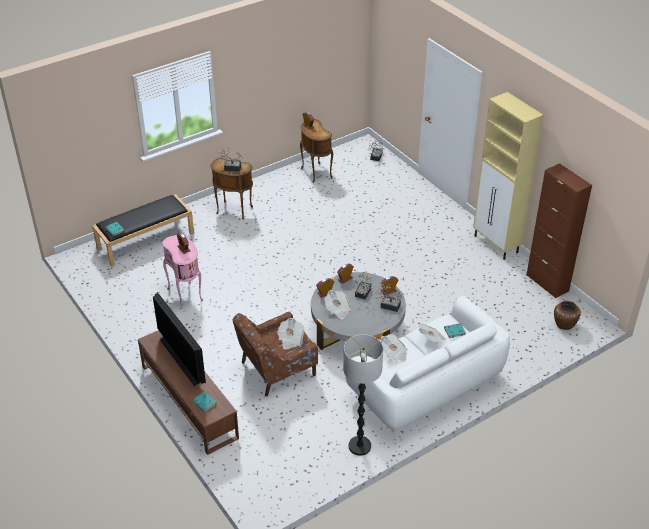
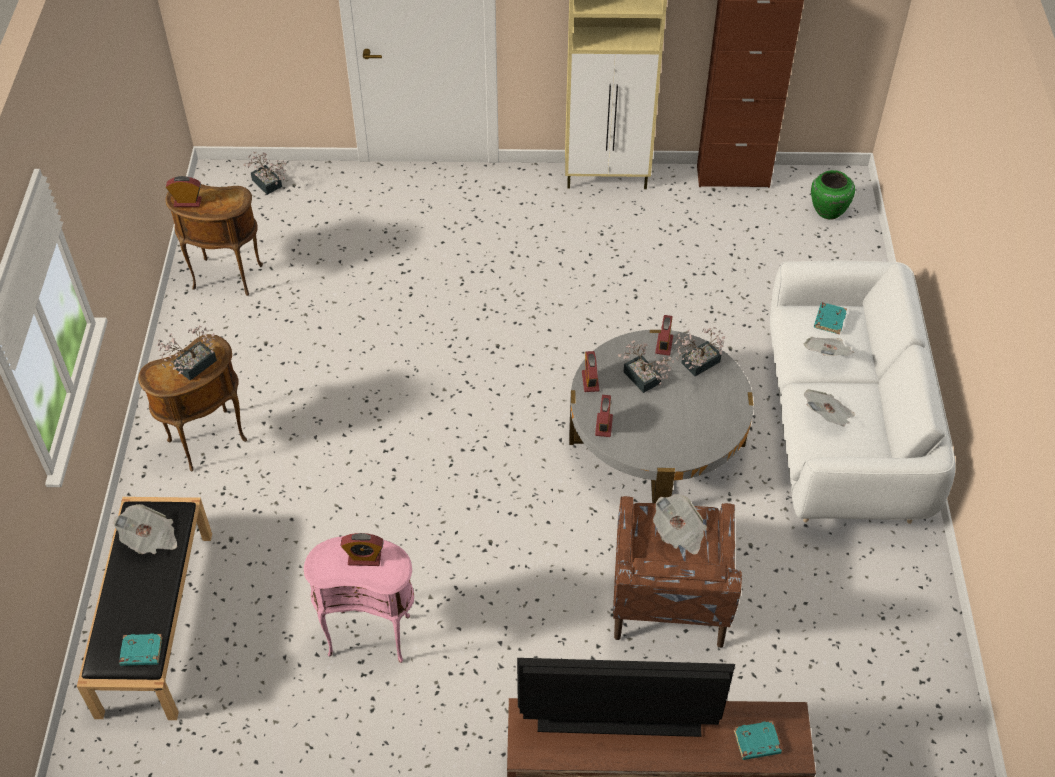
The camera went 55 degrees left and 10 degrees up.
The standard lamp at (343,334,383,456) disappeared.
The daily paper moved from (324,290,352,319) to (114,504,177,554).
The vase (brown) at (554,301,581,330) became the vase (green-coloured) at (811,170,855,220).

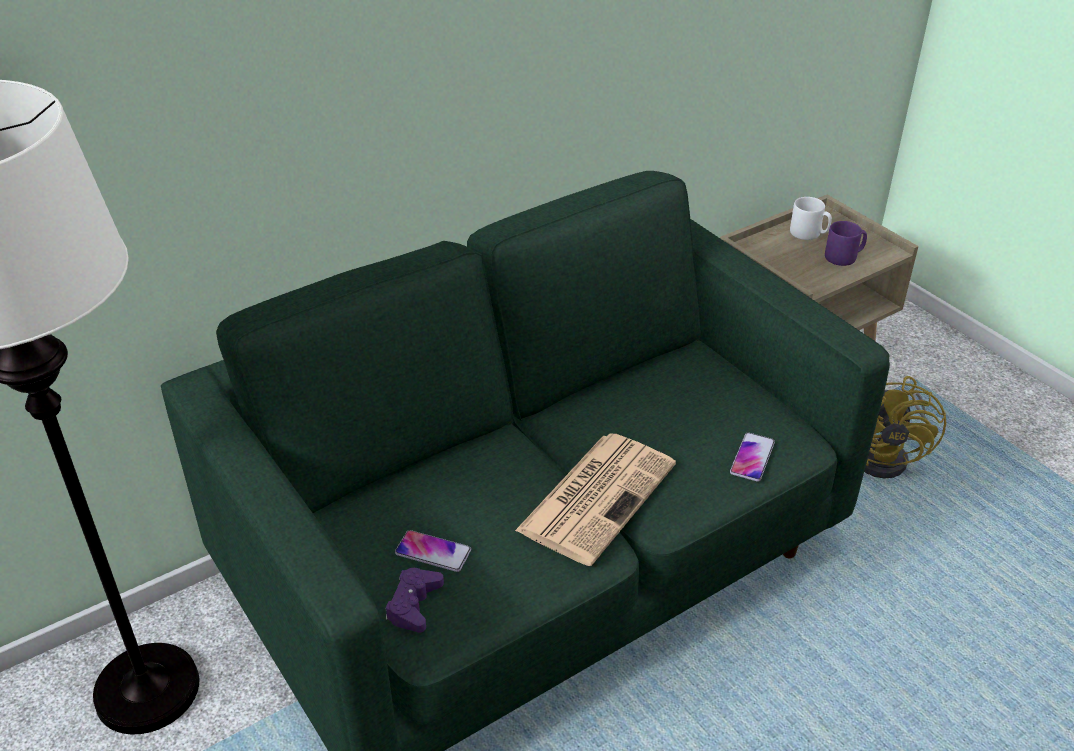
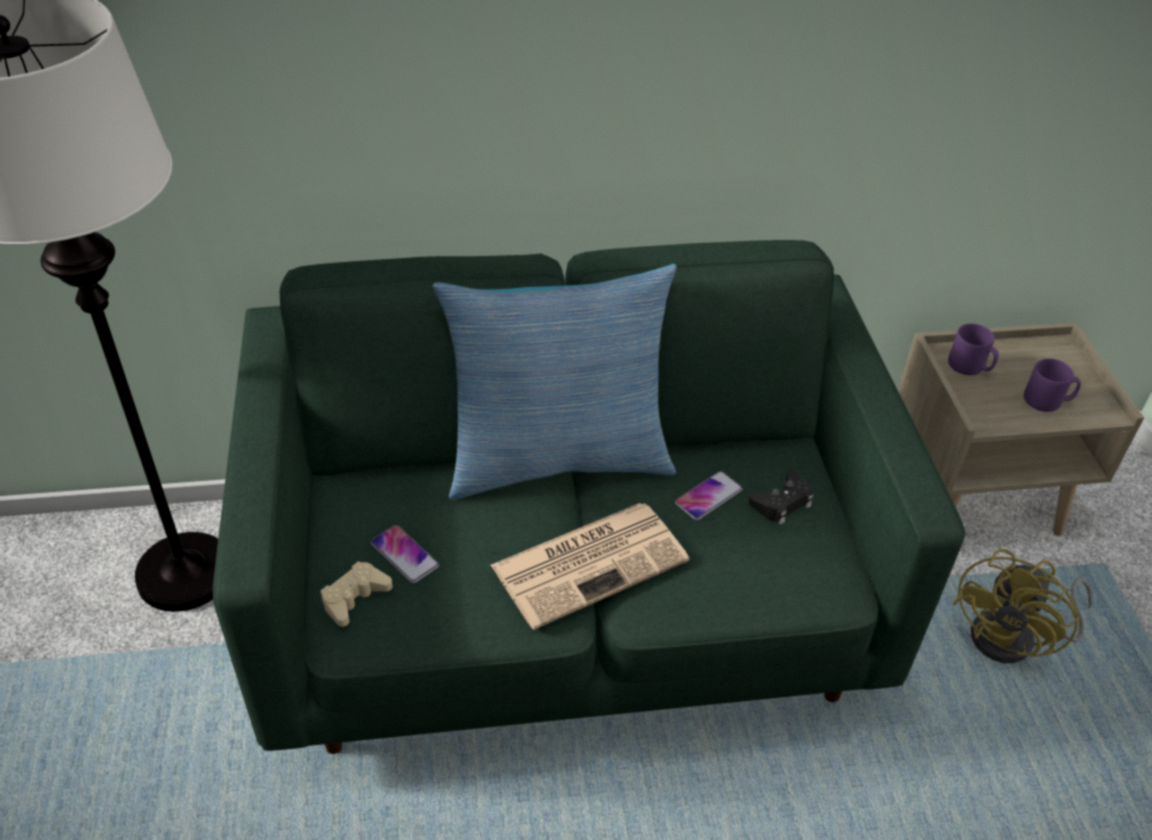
The camera went 25 degrees right and 5 degrees up.
The mug (white-coloured) at (790,197,832,240) disappeared.
The throw pillow at (433,264,677,500) appeared.
The gamepad (black-coloured) at (748,470,814,525) appeared.
The mug (purple) at (948,323,999,375) appeared.
The telephone moved from (730,432,775,482) to (675,471,742,520).
The gamepad (purple) at (385,568,444,633) became the gamepad (beige) at (321,561,392,627).

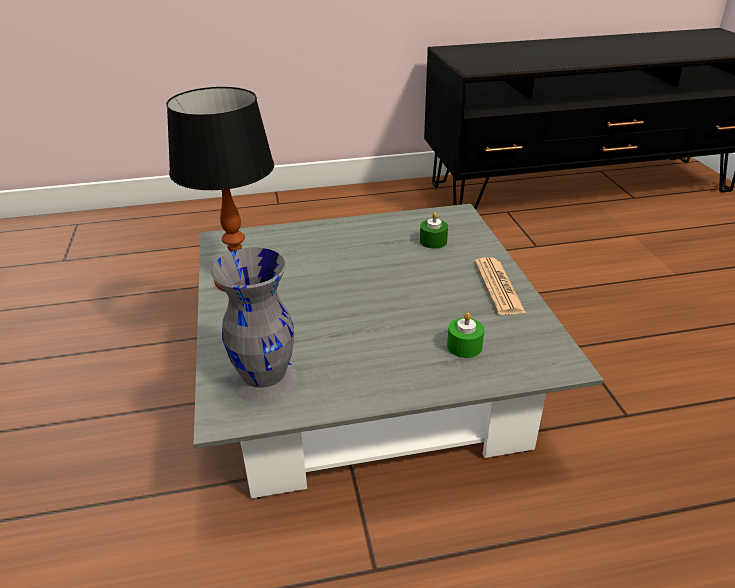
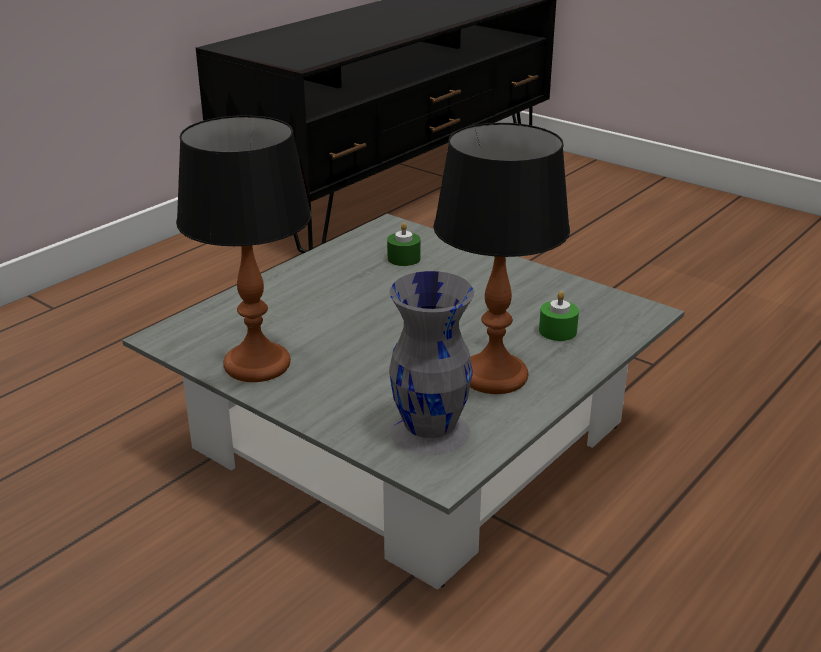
The camera went 40 degrees left and 5 degrees down.
The daily paper at (474,257,526,315) disappeared.
The lamp for a table at (433,123,570,394) appeared.

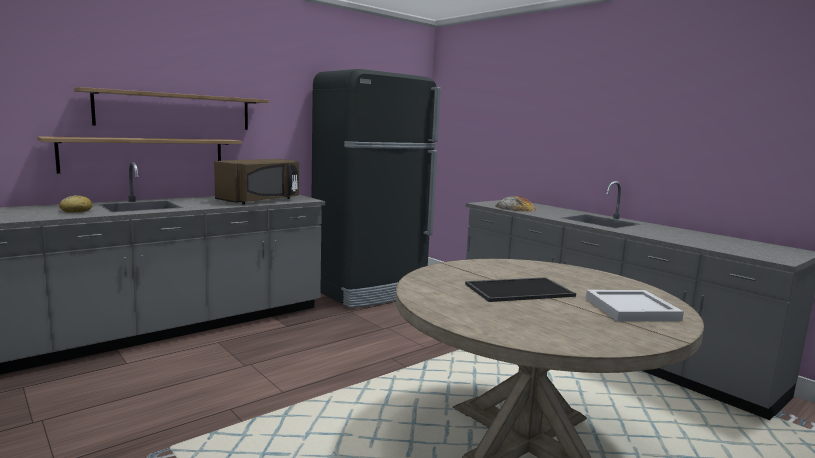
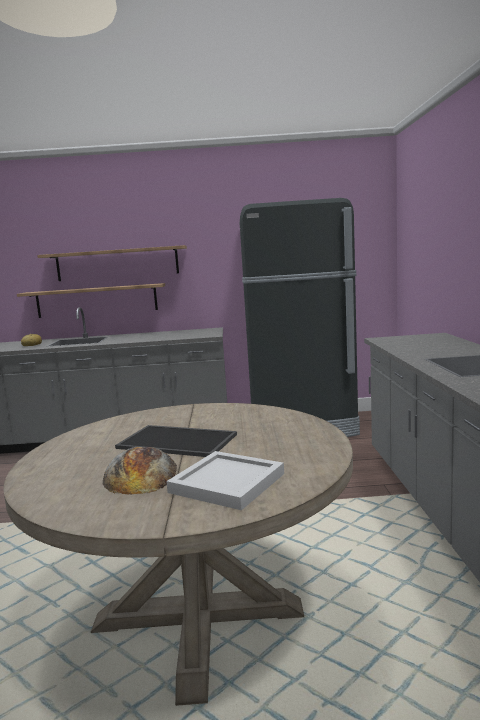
The camera went 40 degrees right and 0 degrees up.
The kitchen microwave (brown) at (214,159,299,204) disappeared.
The baked bread moved from (495,196,536,212) to (103,447,177,494).

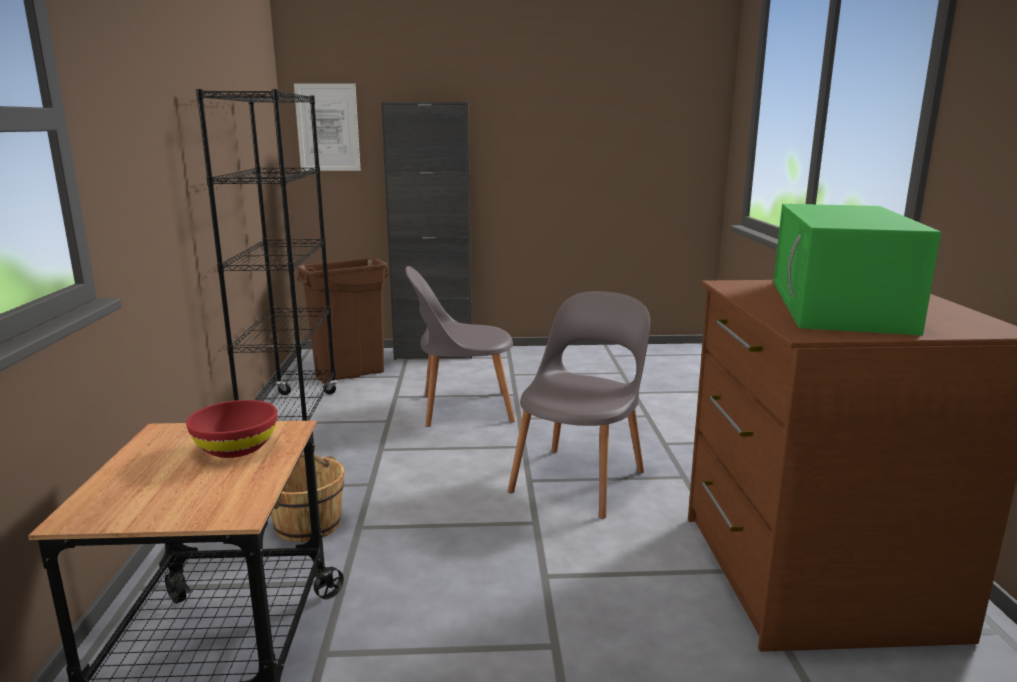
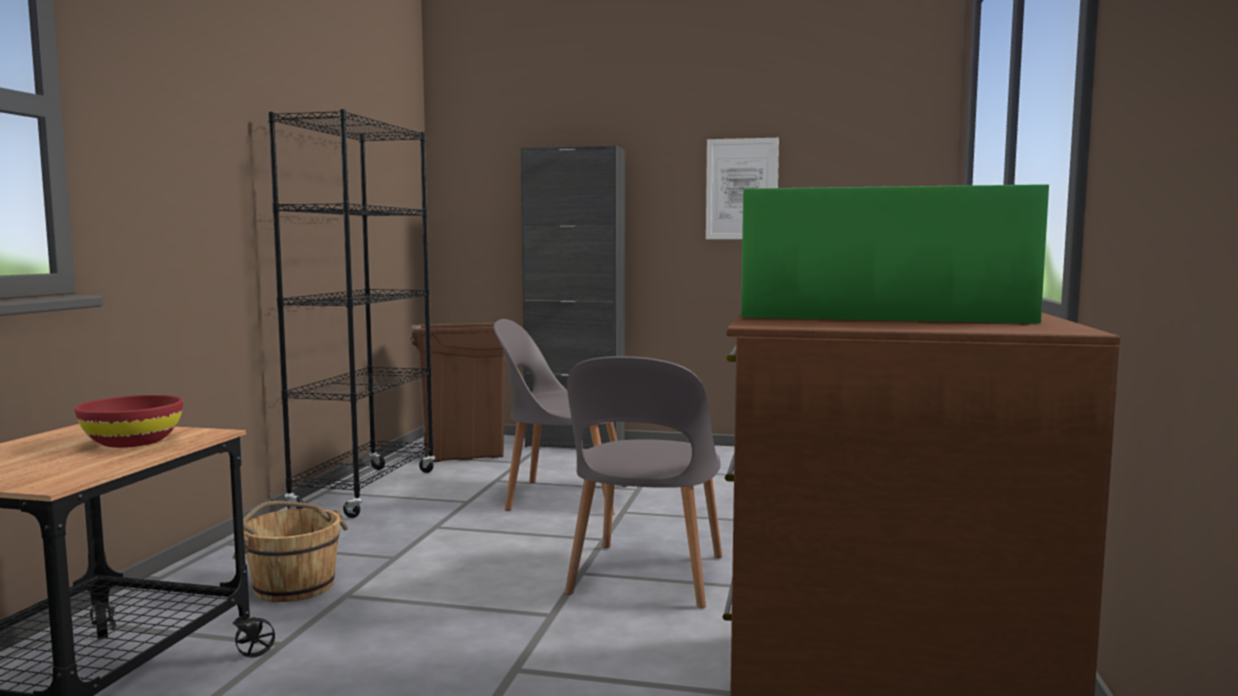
The camera went 15 degrees right and 10 degrees down.
The wall picture moved from (294,83,361,171) to (706,138,779,239).
The plain chair (greyish) at (508,291,650,519) turned 150 degrees clockwise.
The kitchen microwave (green-coloured) at (773,204,941,336) turned 75 degrees clockwise.

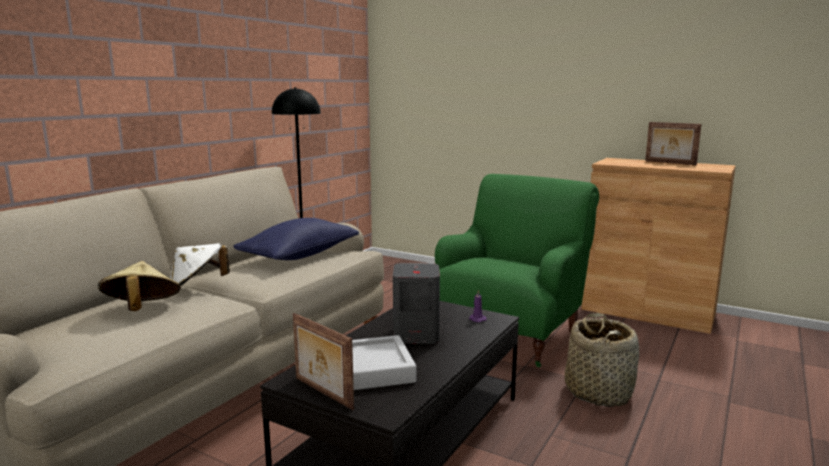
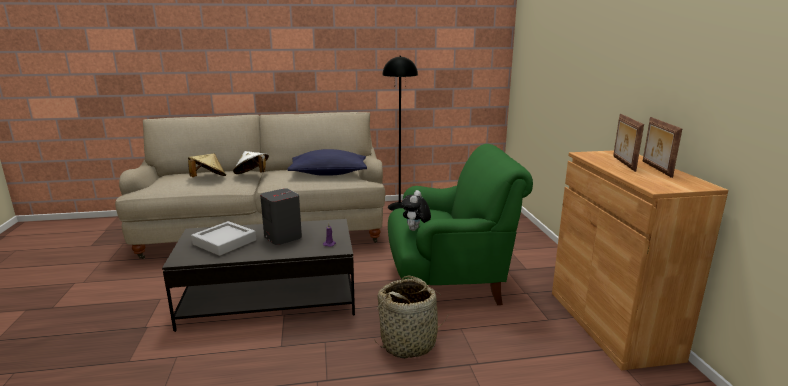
The camera went 50 degrees right and 5 degrees up.
The plush toy at (401,190,431,231) appeared.
The standing frame moved from (293,313,354,410) to (613,114,644,172).

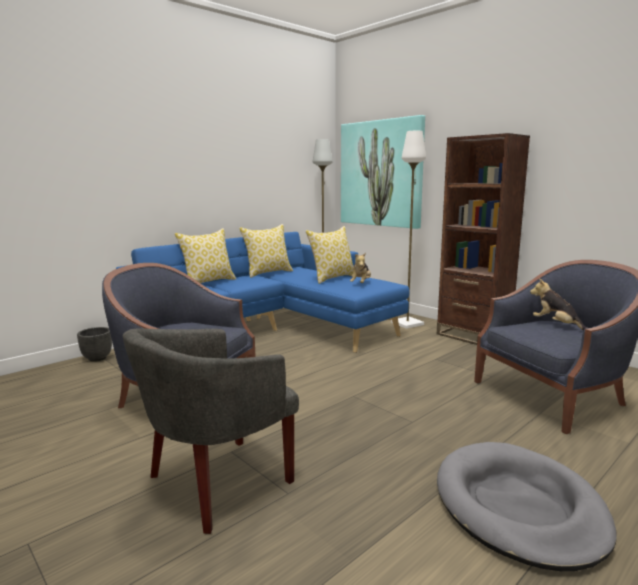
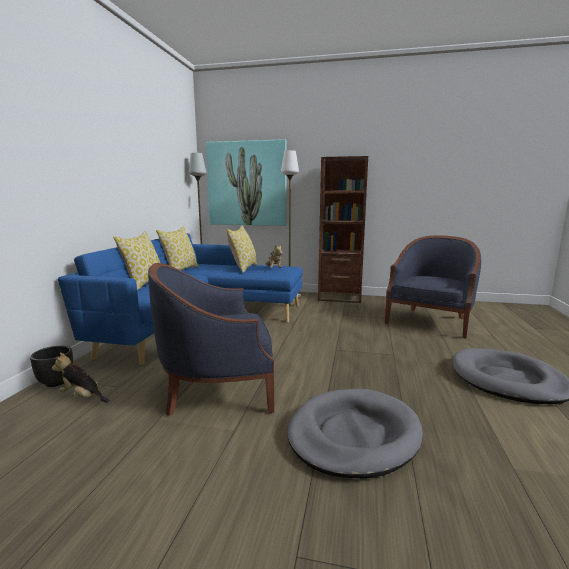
The camera went 35 degrees left and 0 degrees up.
The plush toy moved from (530,278,587,331) to (52,353,110,403).
The easy chair (greyish) at (123,328,299,534) was replaced by the dog cushion (greyish) at (288,389,423,479).

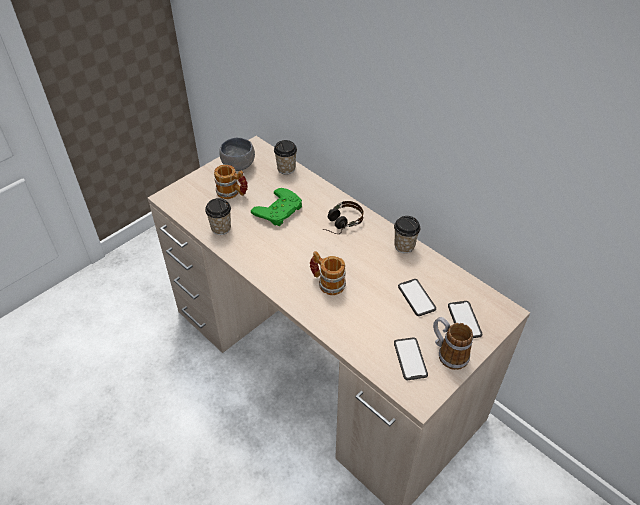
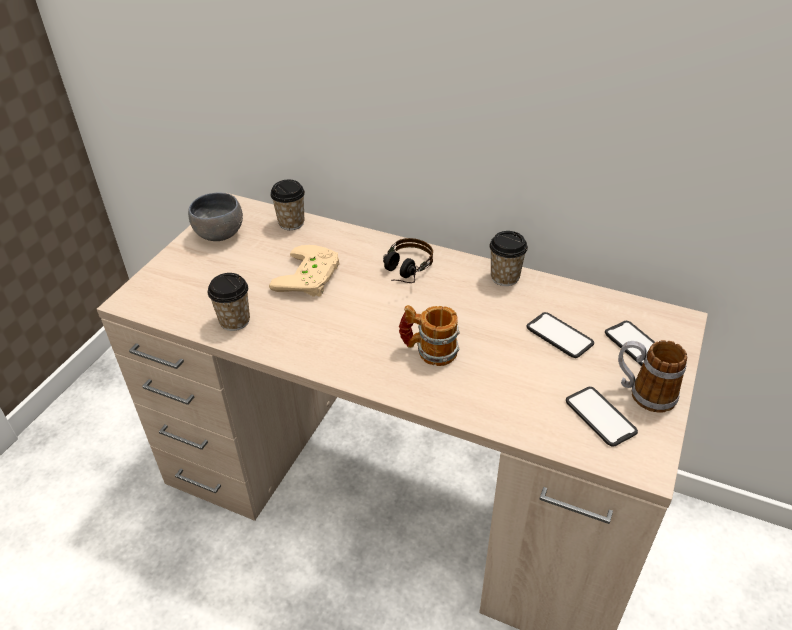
The camera went 20 degrees left and 5 degrees down.
The mug at (214,165,248,199) disappeared.
The gamepad (green-coloured) at (251,188,302,226) became the gamepad (beige) at (269,245,339,297).

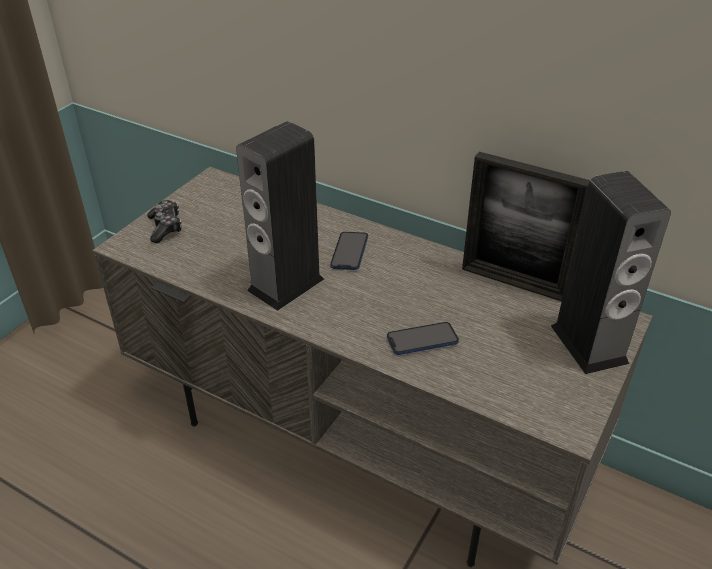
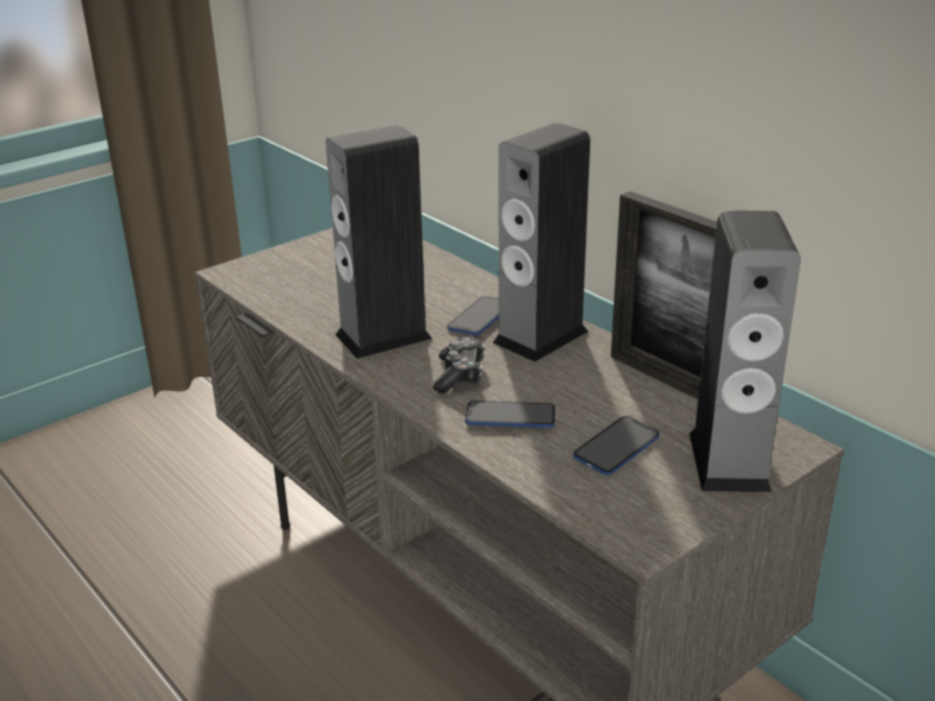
The camera went 20 degrees right and 10 degrees down.
The loudspeaker at (493,122,590,362) appeared.
The telephone at (573,416,659,475) appeared.
The gamepad moved from (147,200,182,243) to (433,337,485,393).

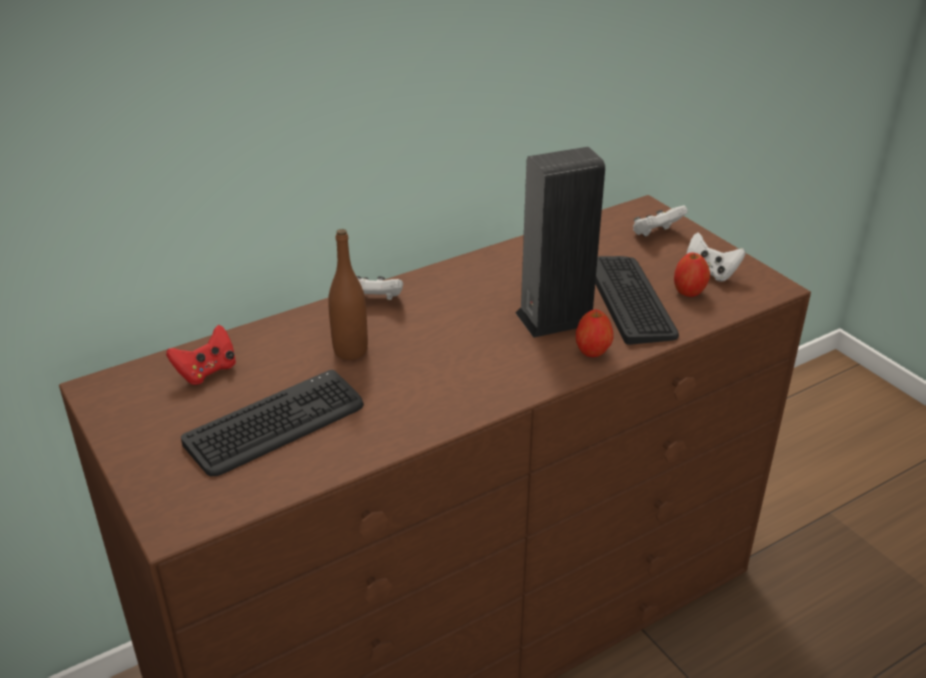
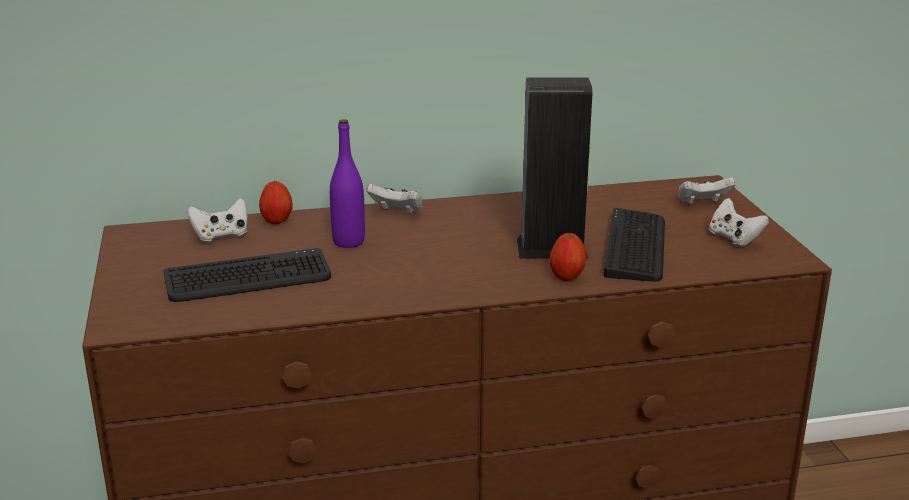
The camera went 20 degrees right and 10 degrees down.
The whole apple moved from (674,252,710,297) to (259,180,293,224).
The gamepad (red) at (166,325,236,385) became the gamepad (white-coloured) at (187,198,248,242).
The drink bottle (brown) at (328,229,368,360) became the drink bottle (purple) at (330,119,365,248).

